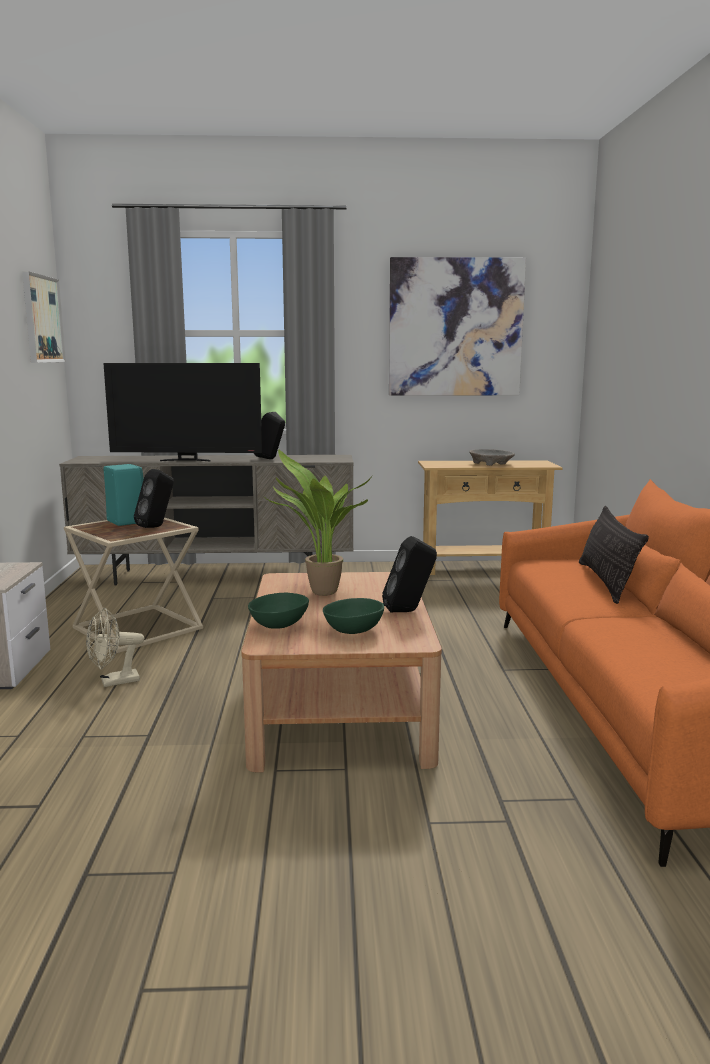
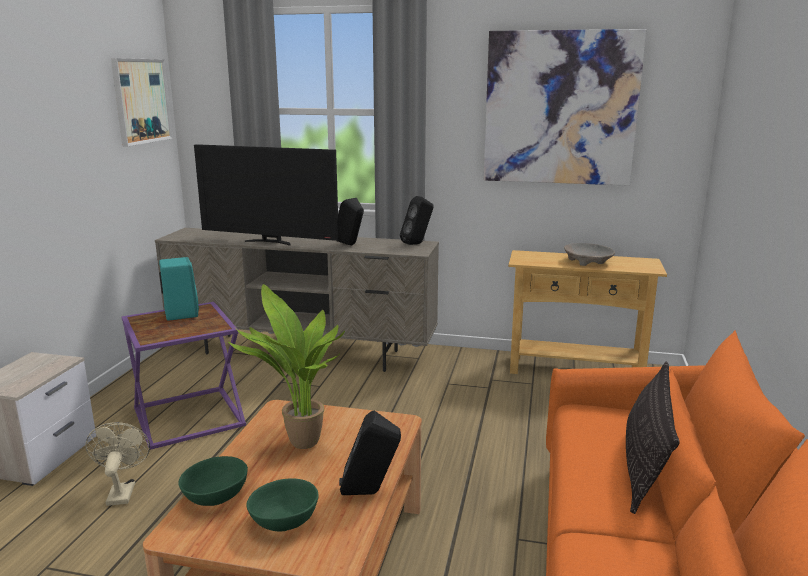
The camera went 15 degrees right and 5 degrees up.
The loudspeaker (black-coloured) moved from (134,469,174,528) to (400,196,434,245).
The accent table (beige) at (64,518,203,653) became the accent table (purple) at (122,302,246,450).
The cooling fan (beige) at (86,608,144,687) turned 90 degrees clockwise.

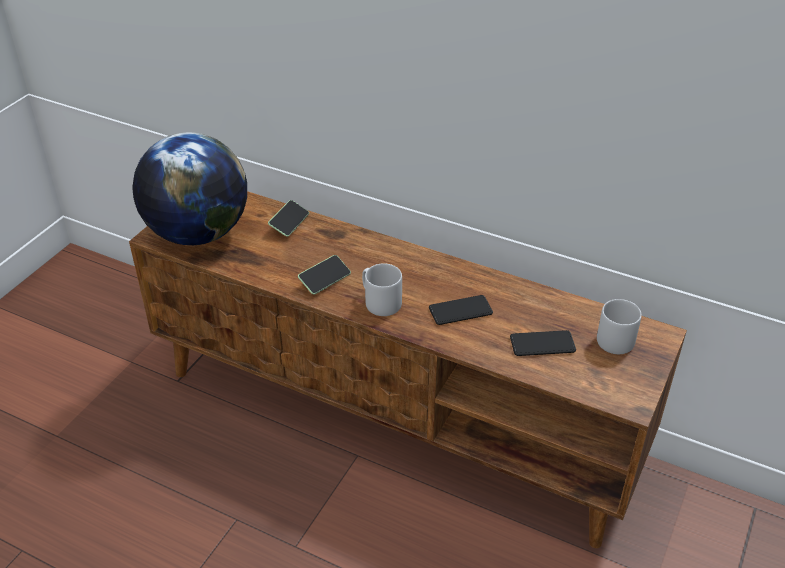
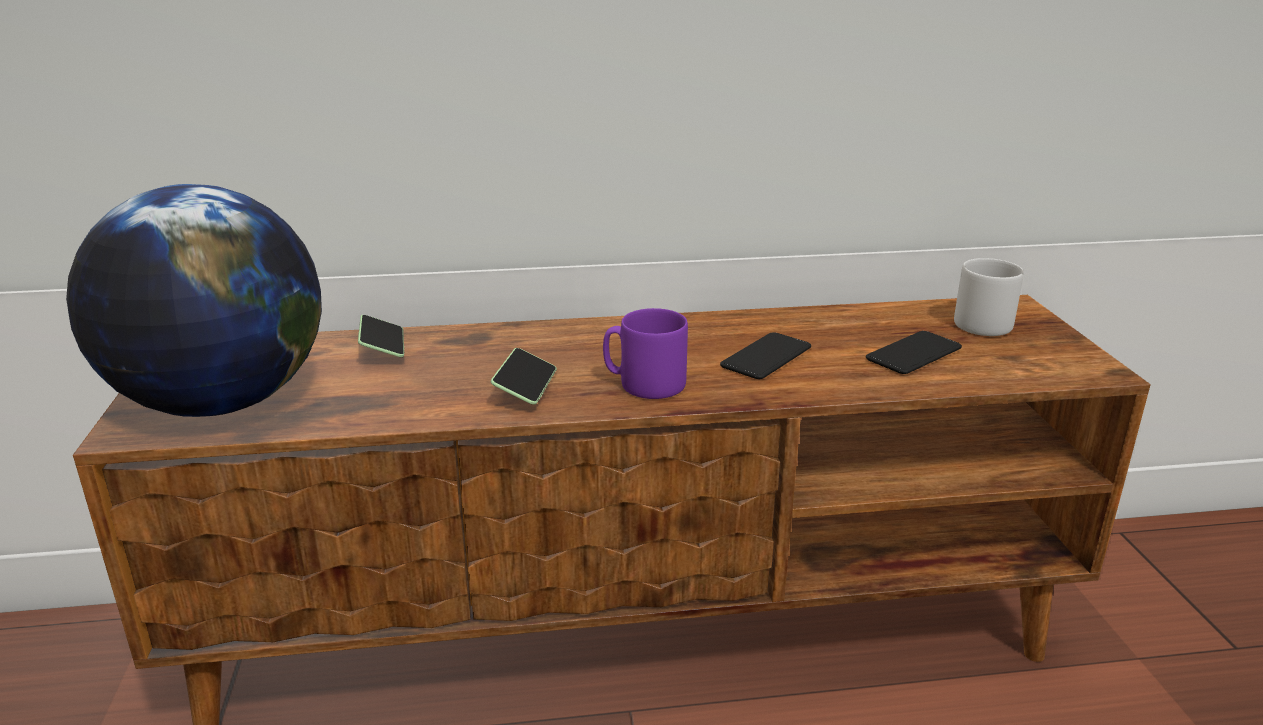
The camera went 35 degrees left and 15 degrees down.
The mug (greyish) at (362,263,402,316) became the mug (purple) at (603,308,688,399).

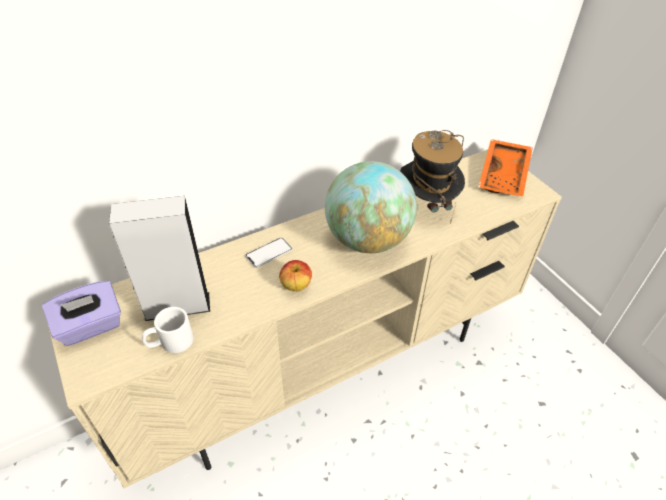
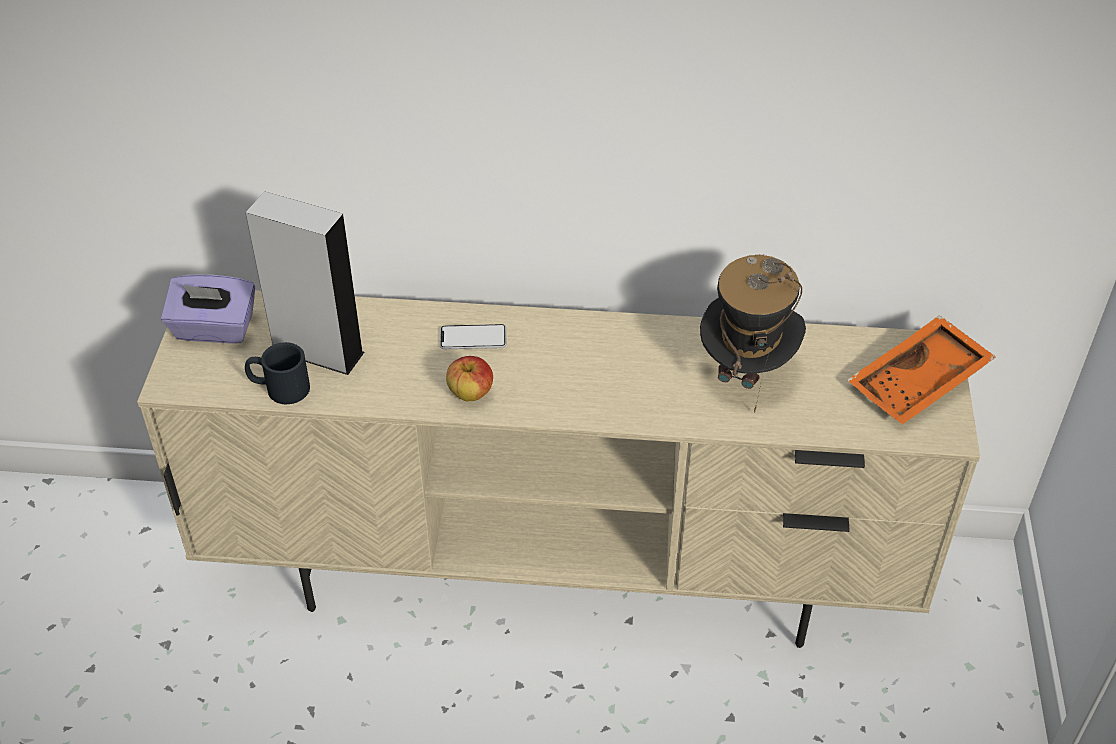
The camera went 35 degrees right and 0 degrees up.
The globe at (325,161,417,253) disappeared.
The mug (white-coloured) at (142,307,193,353) became the mug (black-coloured) at (245,342,310,404).

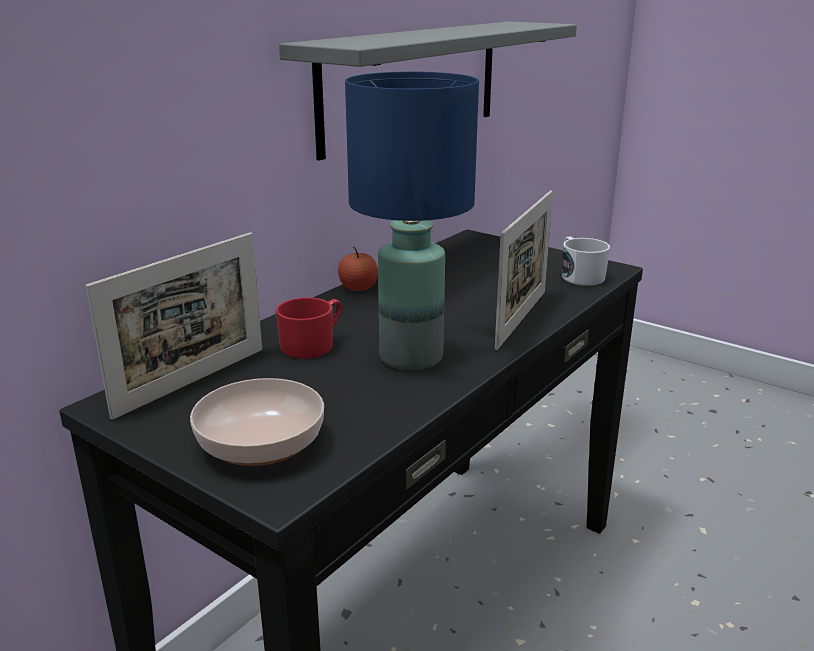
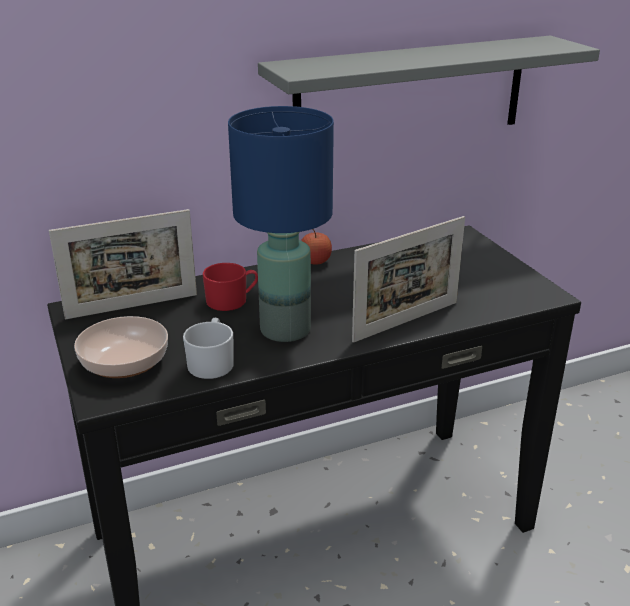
The camera went 30 degrees right and 5 degrees up.
The mug (white-coloured) moved from (562,236,610,286) to (183,318,234,379).

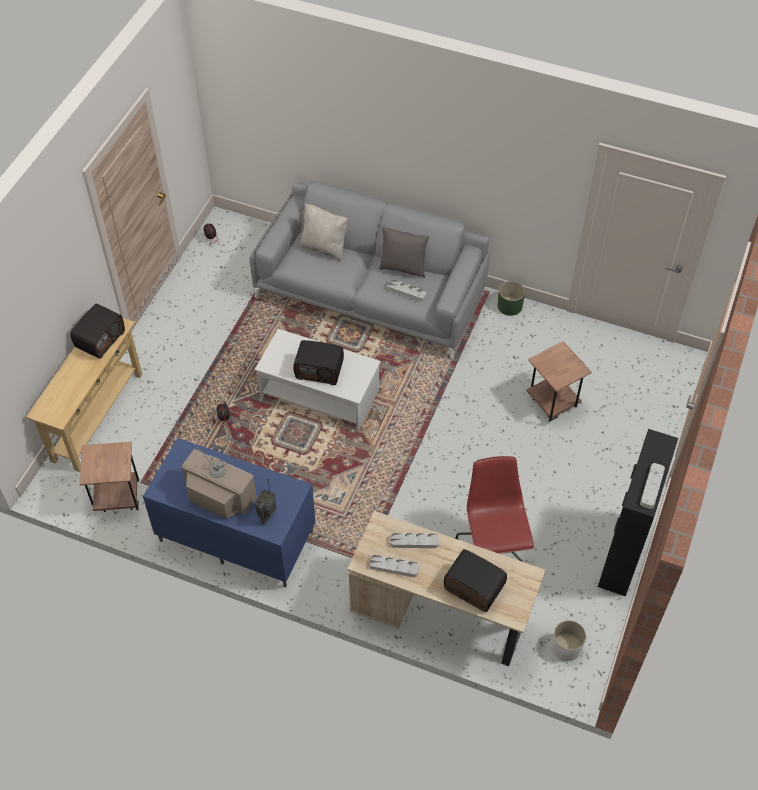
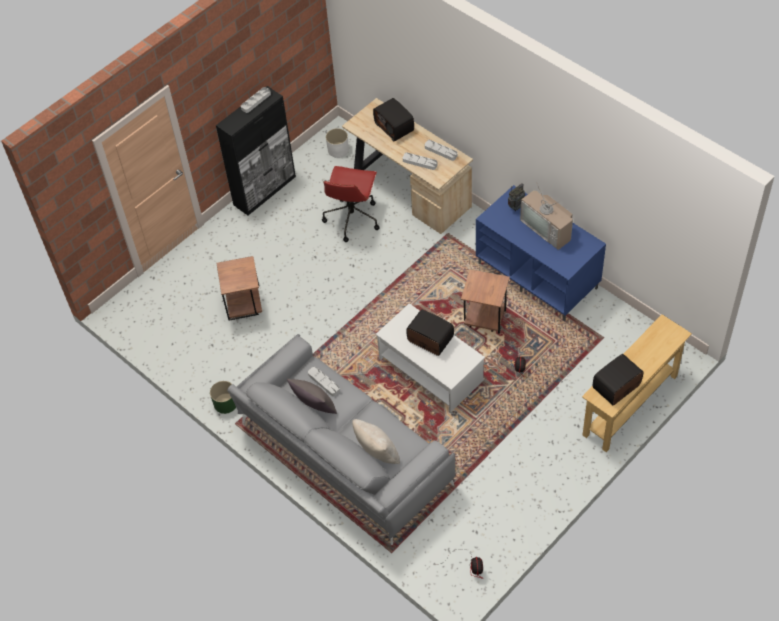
The camera went 155 degrees left and 0 degrees up.
The accent table (brown) moved from (79,442,139,512) to (461,269,510,334).

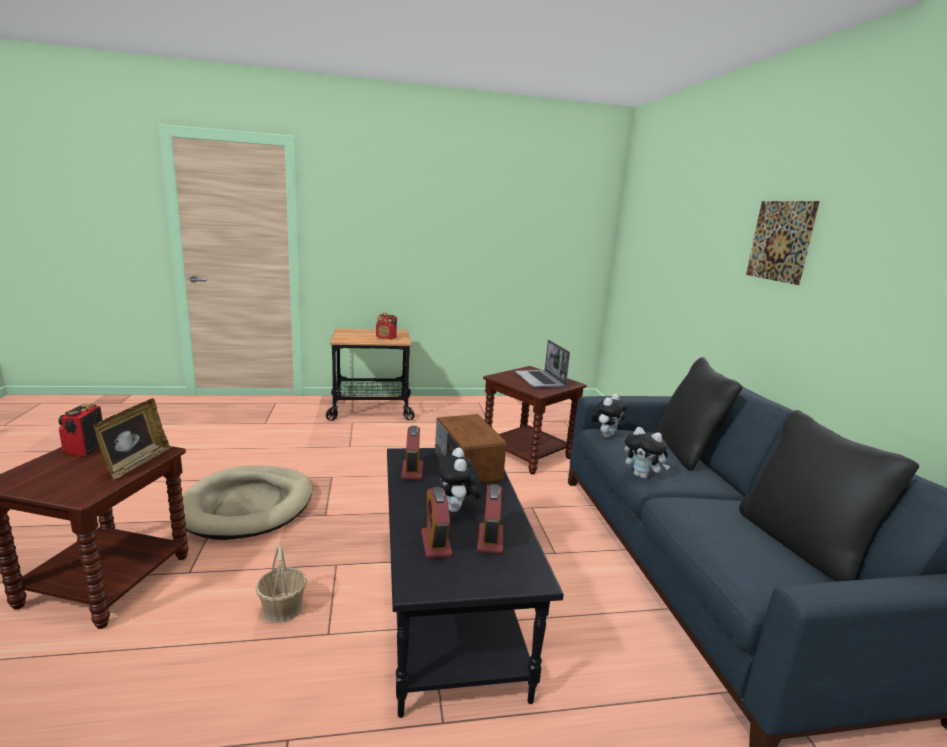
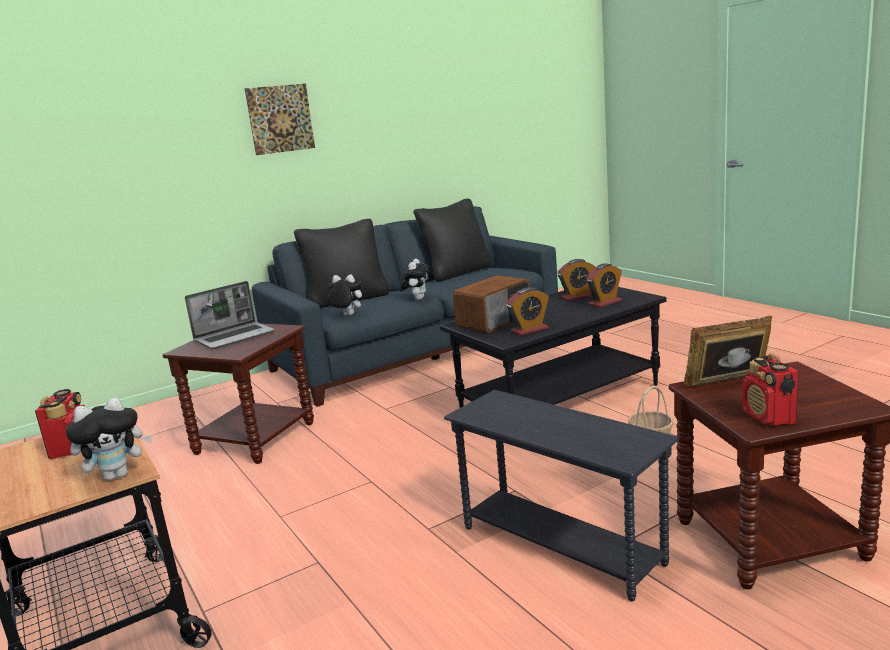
The camera went 110 degrees left and 0 degrees up.
The plush toy moved from (437,448,482,512) to (66,397,153,481).
The dog cushion (beige) at (182,465,312,540) was replaced by the accent table (greyish) at (444,390,679,601).
The radio at (59,403,102,456) turned 105 degrees clockwise.

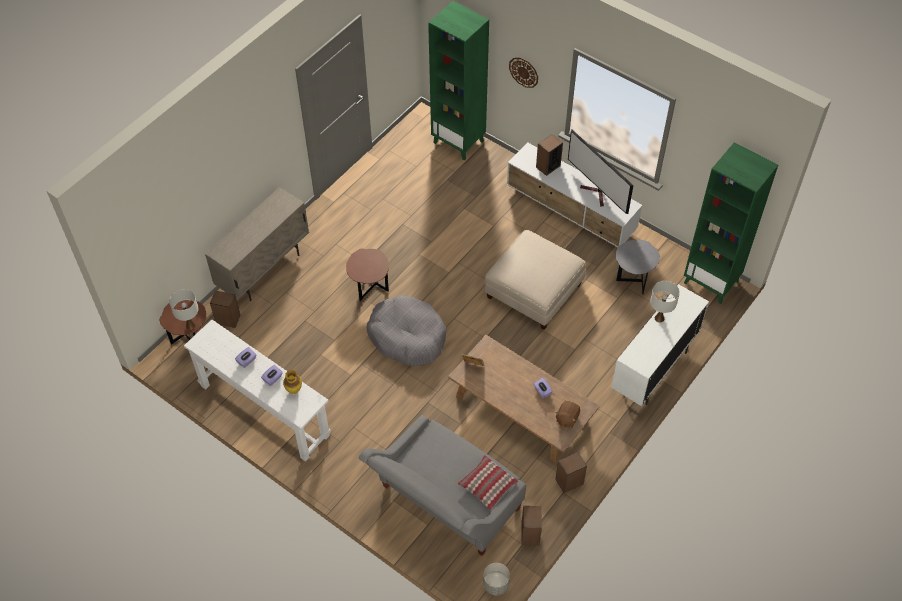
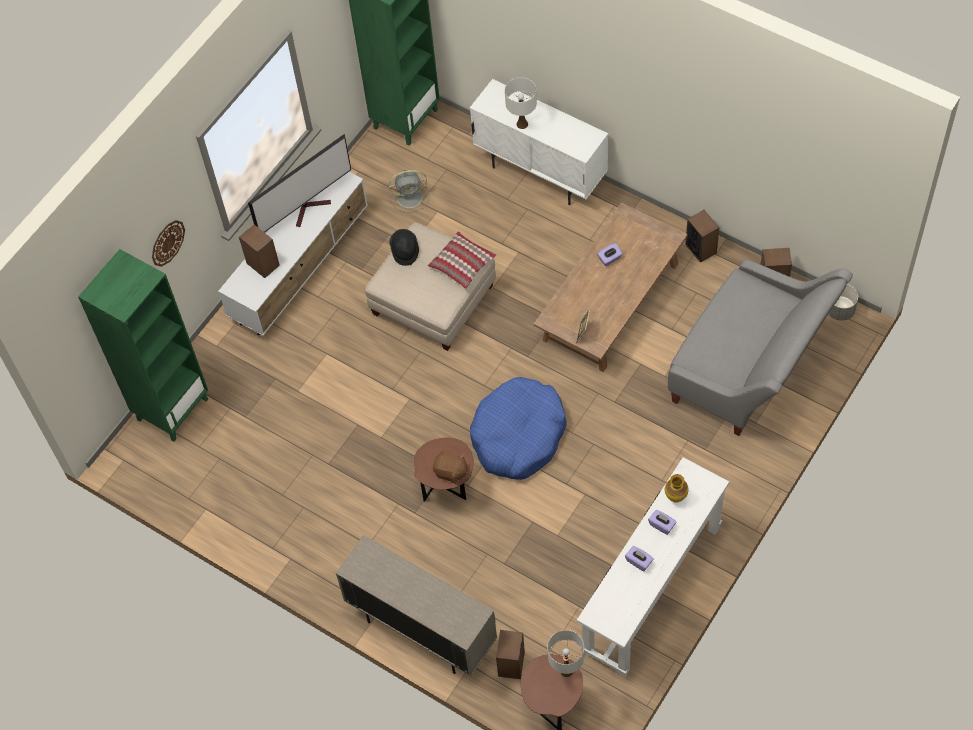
The camera went 90 degrees left and 5 degrees up.
The clothing hat (black-coloured) at (389,229,419,266) appeared.
The throw pillow moved from (457,455,519,510) to (428,231,496,289).
The plush toy (brown) moved from (555,401,580,428) to (433,451,469,484).
The accent table (greyish) at (615,240,660,295) was replaced by the cooling fan (greyish) at (388,170,429,213).
The dog cushion (greyish) at (366,296,446,366) became the dog cushion (blue) at (470,377,567,480).

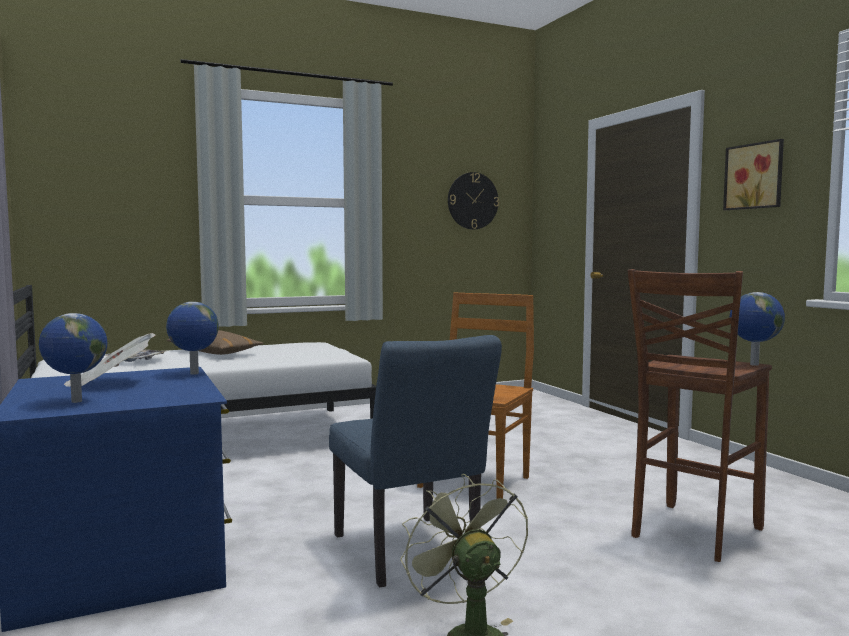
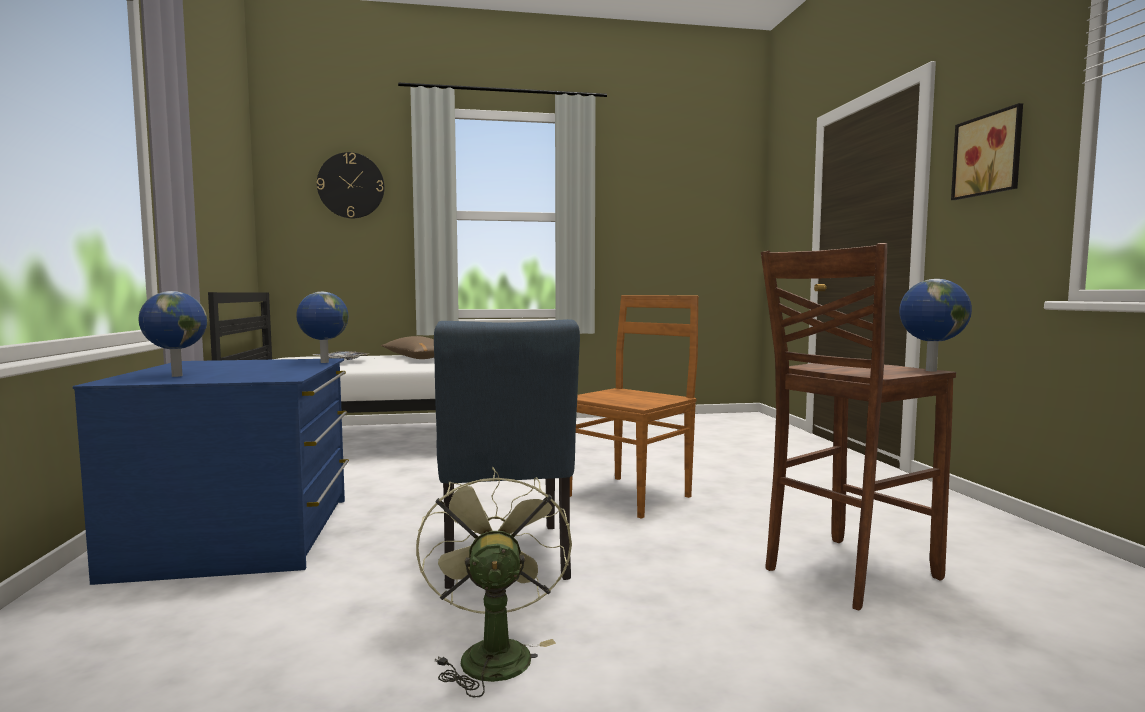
The camera went 15 degrees right and 0 degrees up.
The daily paper at (64,333,156,387) disappeared.
The wall clock moved from (448,172,499,229) to (317,152,384,219).

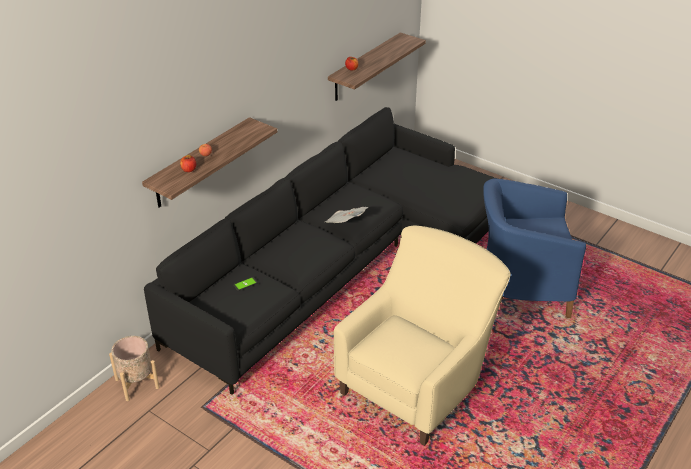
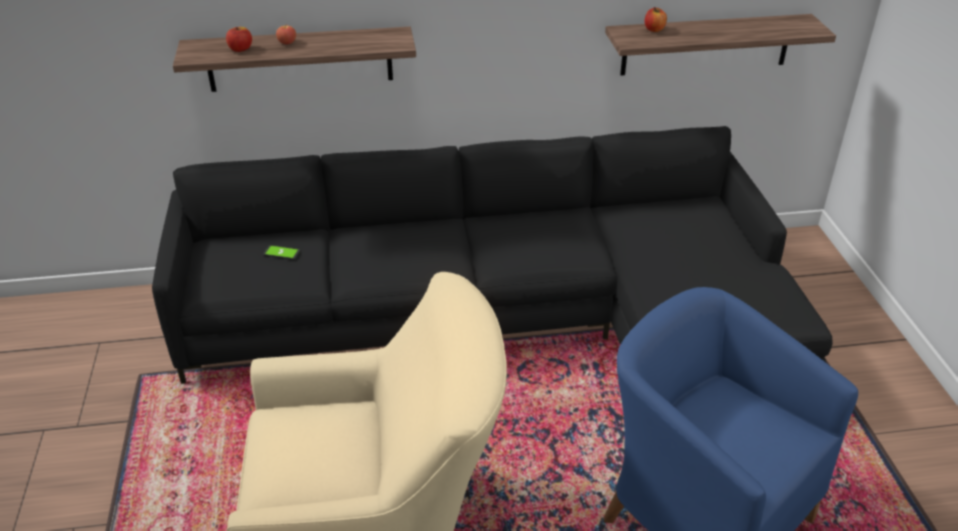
The camera went 45 degrees right and 0 degrees up.
The plant pot (beige) at (109,336,160,401) disappeared.
The daily paper at (325,207,369,223) disappeared.

